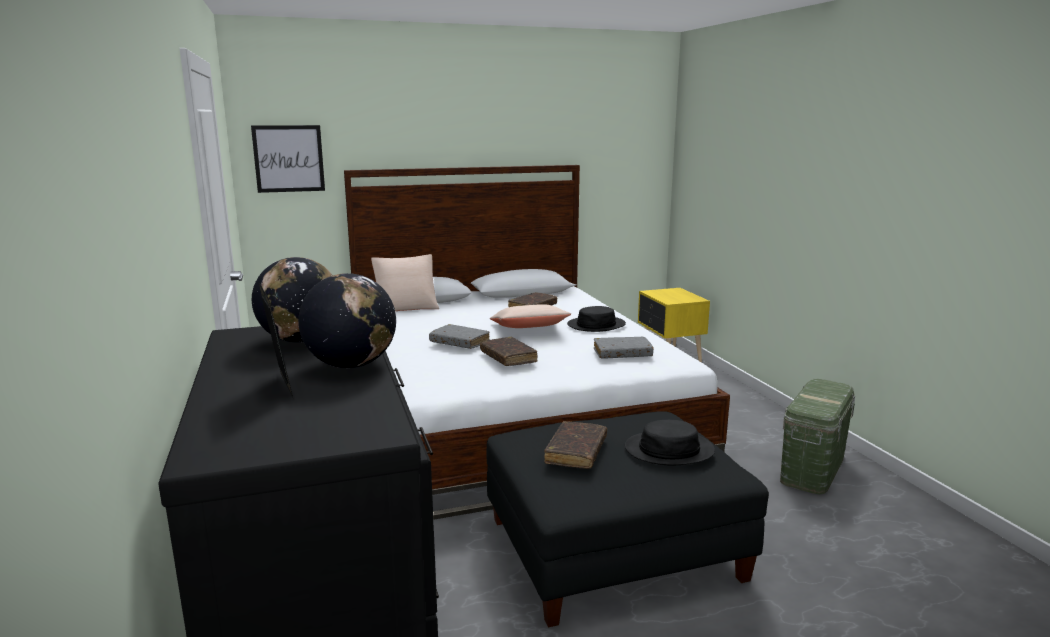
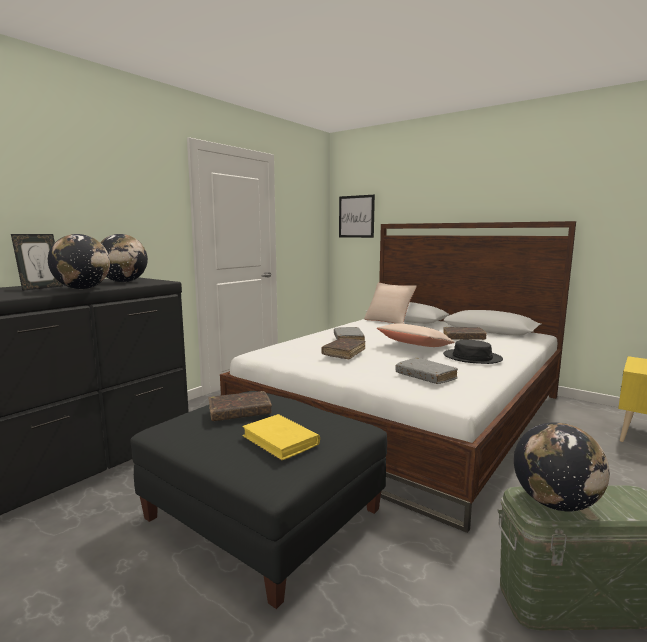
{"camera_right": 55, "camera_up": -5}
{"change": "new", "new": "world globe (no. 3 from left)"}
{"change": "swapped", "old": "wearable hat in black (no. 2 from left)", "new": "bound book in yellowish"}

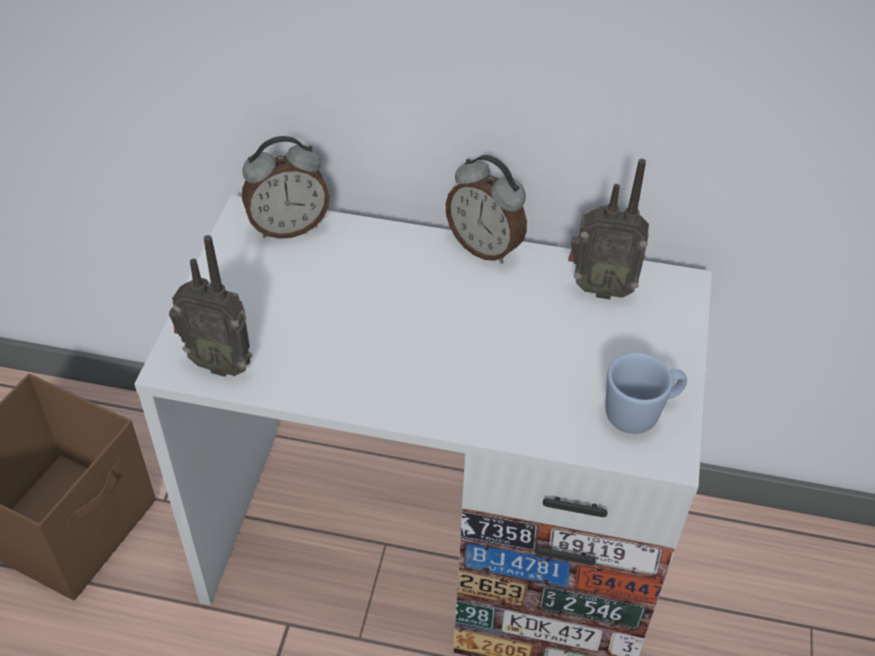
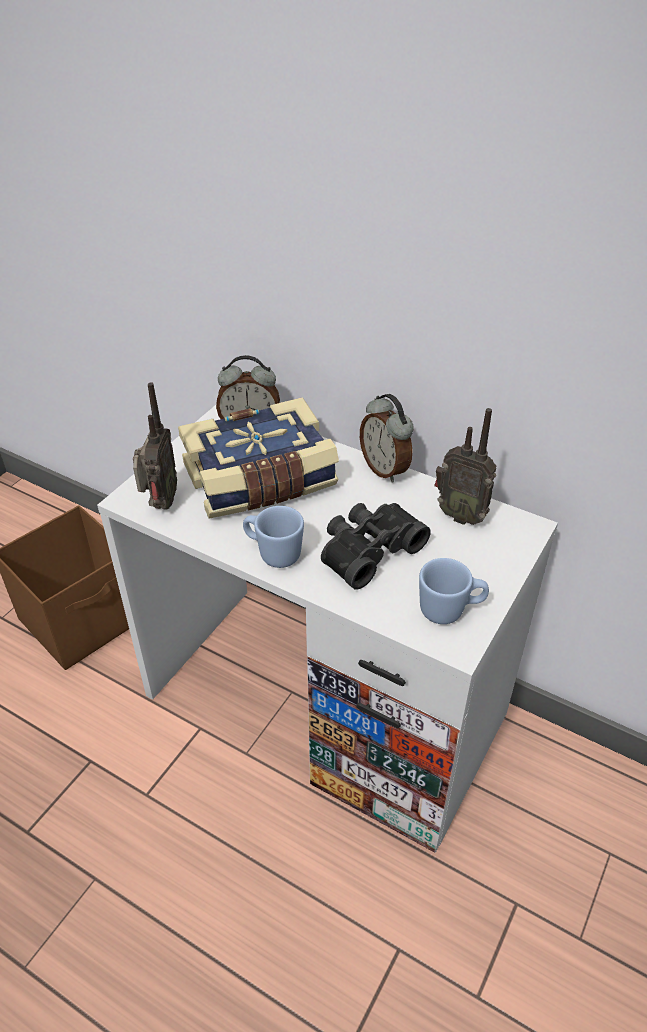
{"camera_right": 20, "camera_up": -5}
{"change": "new", "new": "bound book"}
{"change": "new", "new": "tea mug in blue (no. 1 from left)"}
{"change": "new", "new": "pair of binoculars in black"}
{"change": "rotated", "old": "radio set (no. 1 from left)", "degrees": -120}

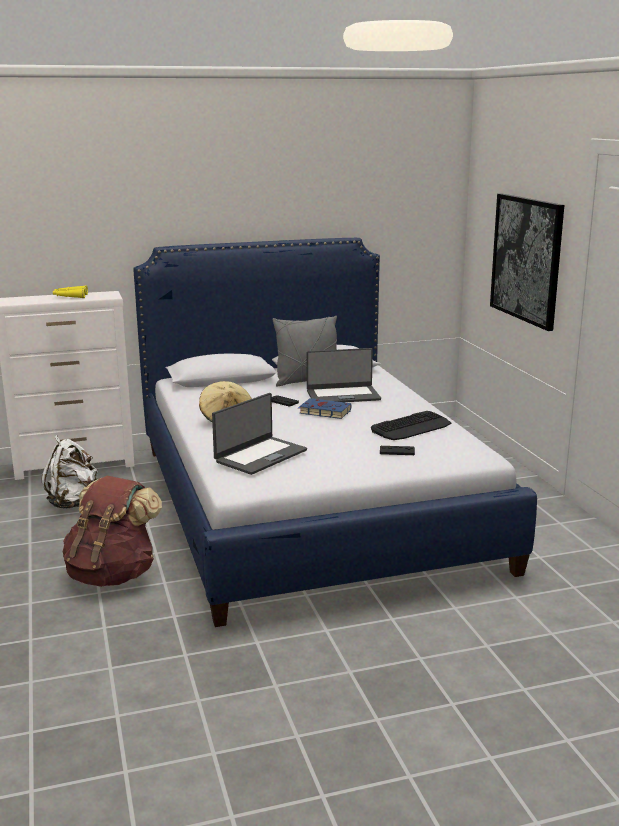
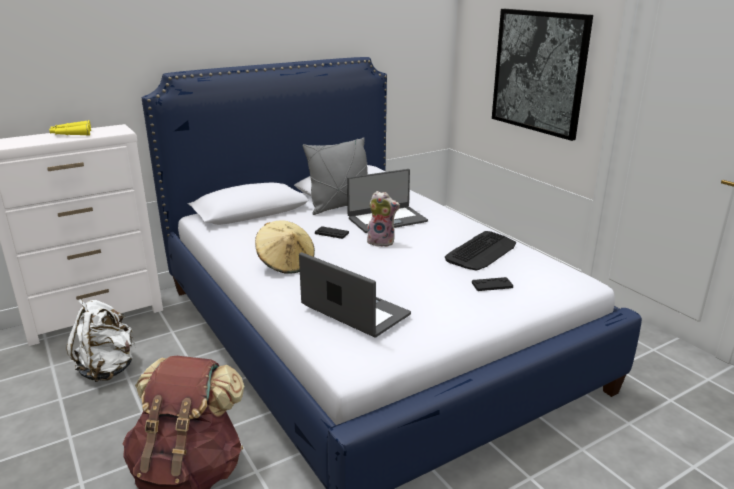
{"camera_right": -15, "camera_up": 5}
{"change": "swapped", "old": "bound book in blue", "new": "soft toy"}
{"change": "rotated", "old": "notebook computer (no. 1 from left)", "degrees": -75}

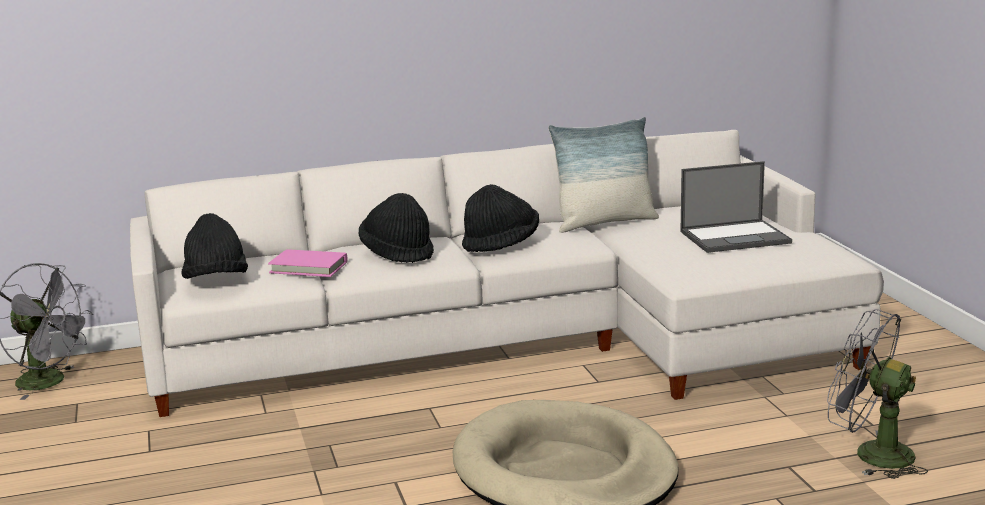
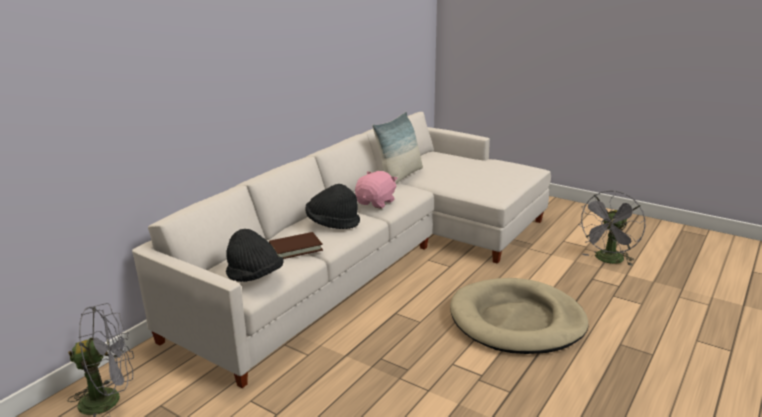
{"camera_right": -40, "camera_up": 5}
{"change": "gone", "old": "notebook computer"}
{"change": "swapped", "old": "wearable hat in black (no. 3 from left)", "new": "soft toy in pink"}
{"change": "repainted", "old": "bound book in pink", "new": "bound book in brown-coloured"}
{"change": "rotated", "old": "electric fan in gray (no. 2 from left)", "degrees": -45}

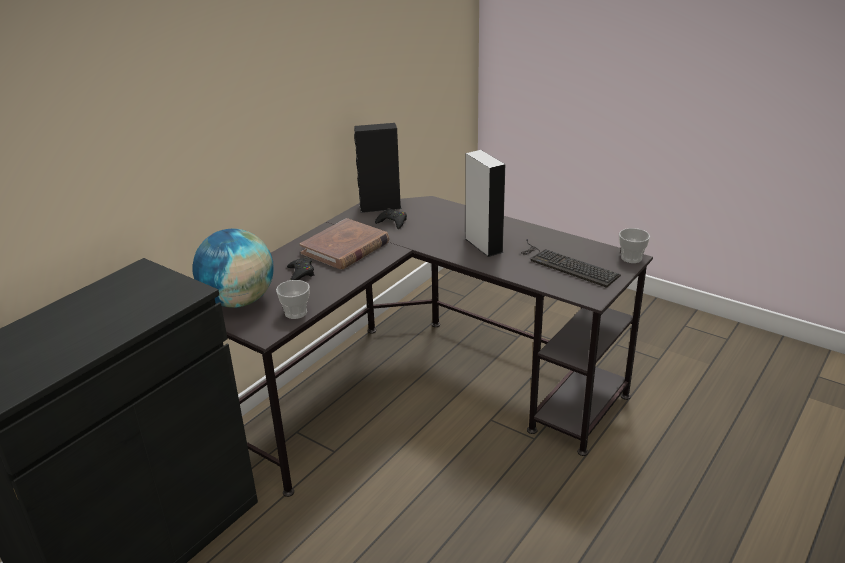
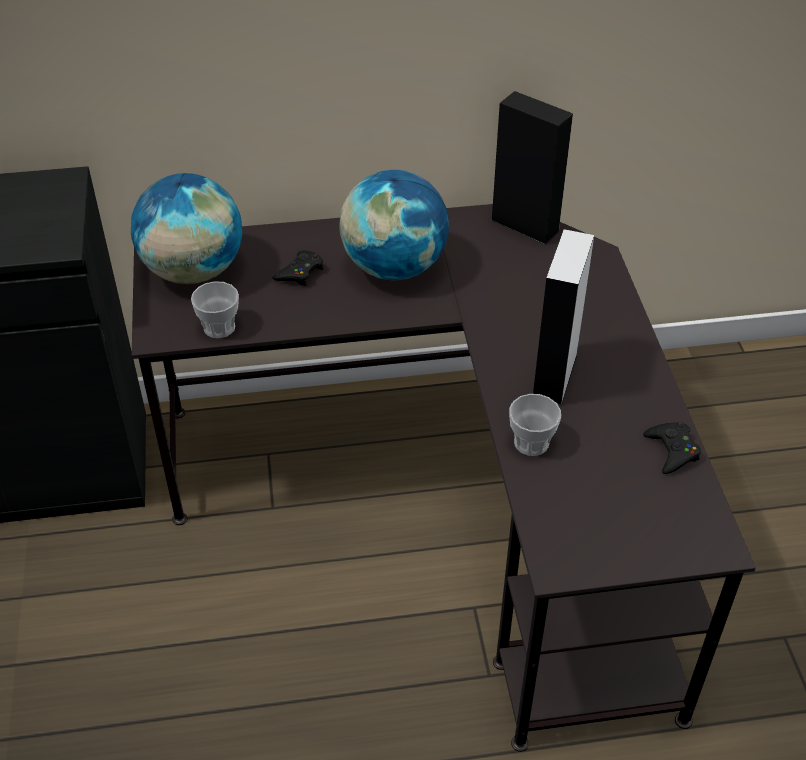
{"camera_right": 45, "camera_up": 15}
{"change": "gone", "old": "keyboard"}
{"change": "shifted", "old": "gamepad in black (no. 2 from left)"}
{"change": "shifted", "old": "small cup (no. 2 from left)"}
{"change": "swapped", "old": "bound book in brown-coloured", "new": "world globe (no. 2 from left)"}

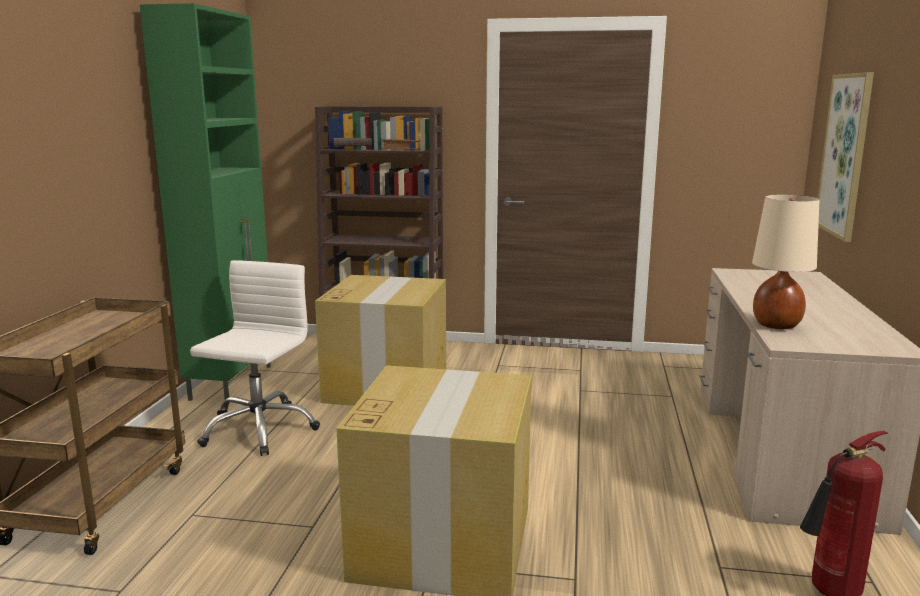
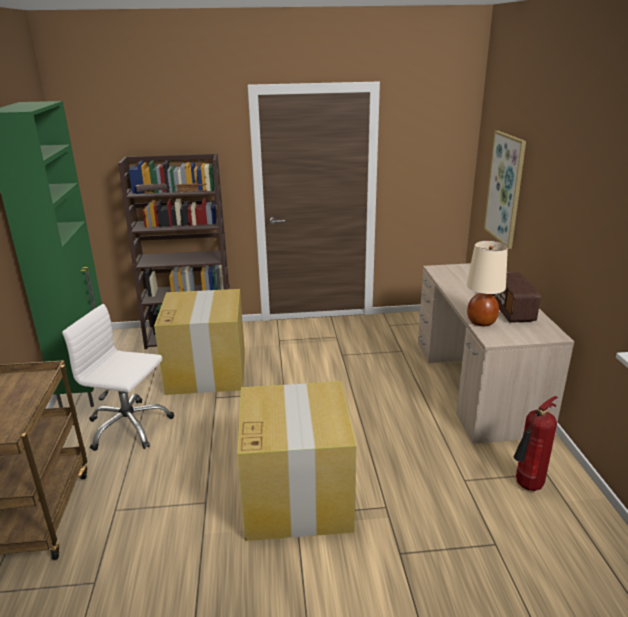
{"camera_right": -15, "camera_up": 10}
{"change": "new", "new": "radio set"}
{"change": "rotated", "old": "desk chair in white", "degrees": -75}

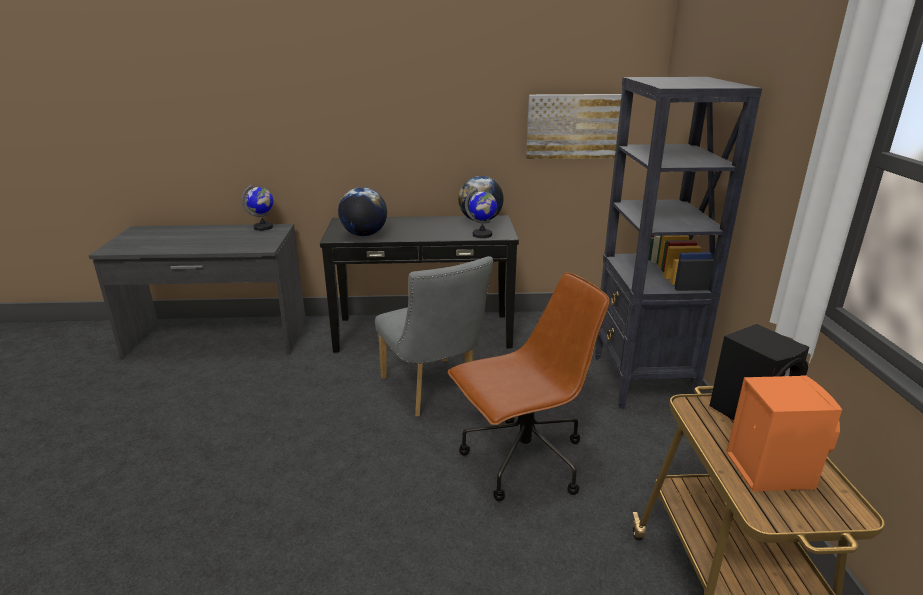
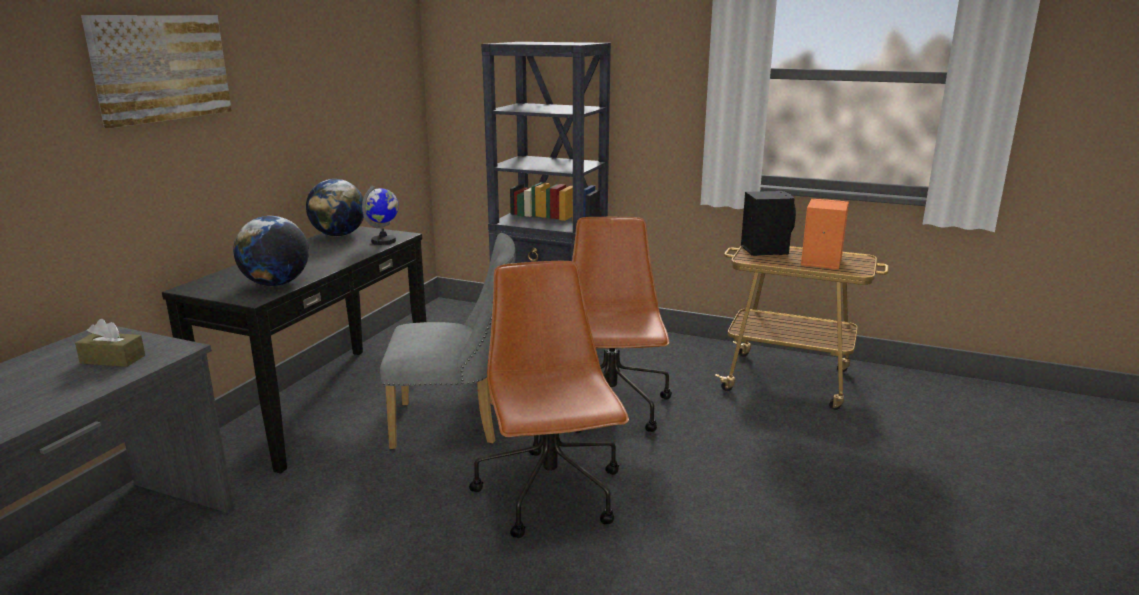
{"camera_right": -65, "camera_up": -5}
{"change": "gone", "old": "world globe (no. 1 from left)"}
{"change": "new", "new": "box of tissues in brown-coloured"}
{"change": "new", "new": "desk chair in brown-coloured (no. 1 from left)"}
{"change": "shifted", "old": "wall picture"}

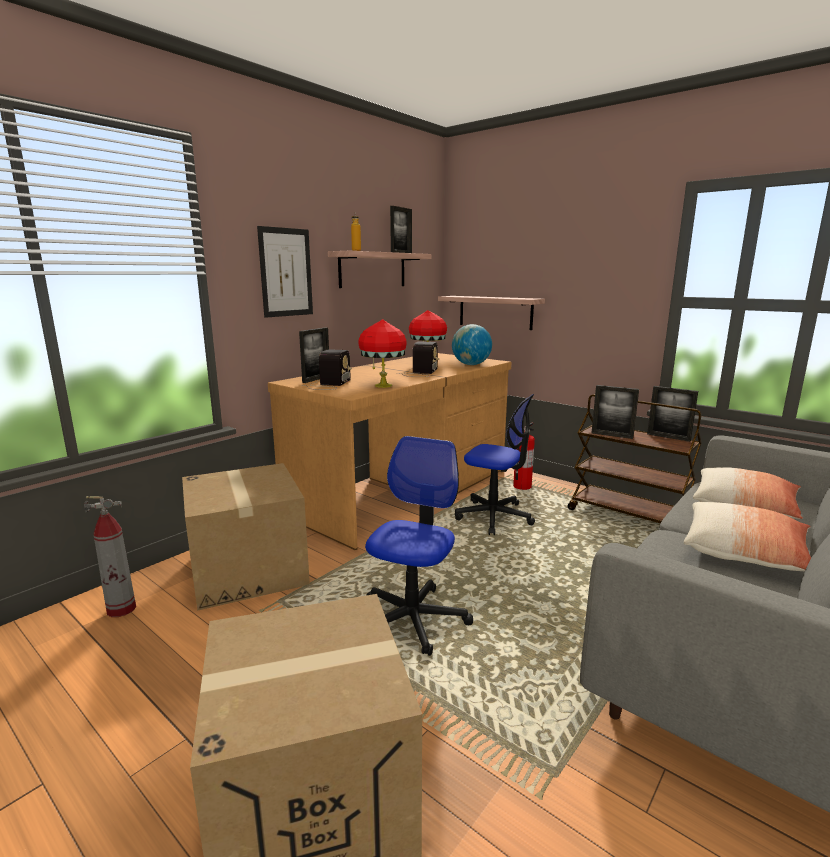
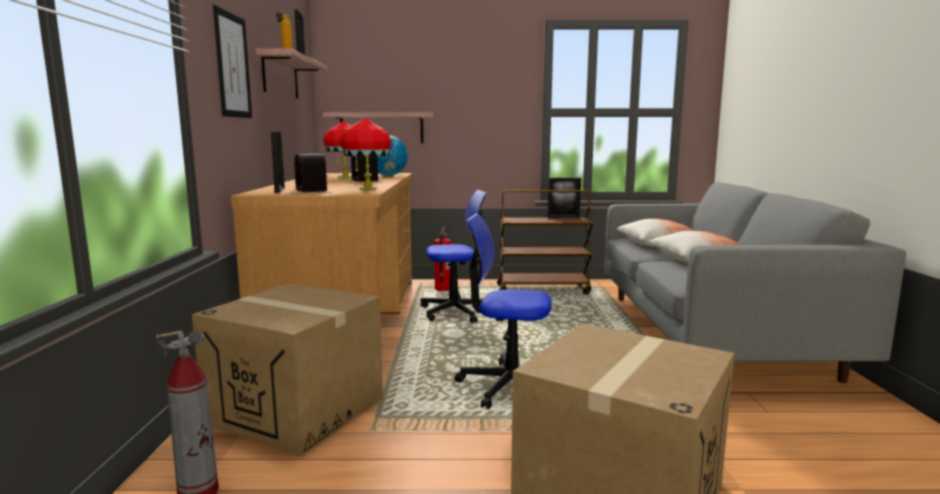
{"camera_right": -40, "camera_up": -5}
{"change": "gone", "old": "photo frame (no. 3 from left)"}
{"change": "rotated", "old": "desk chair (no. 1 from left in the first image)", "degrees": -60}

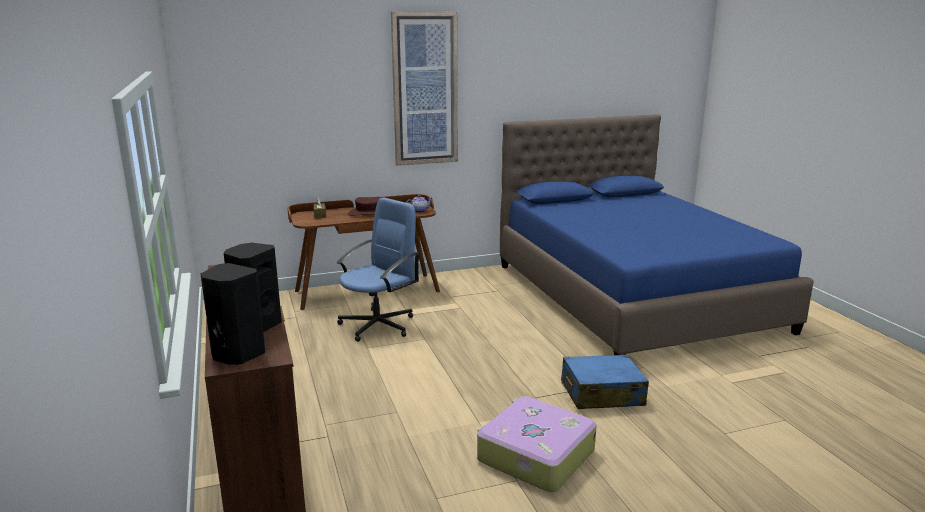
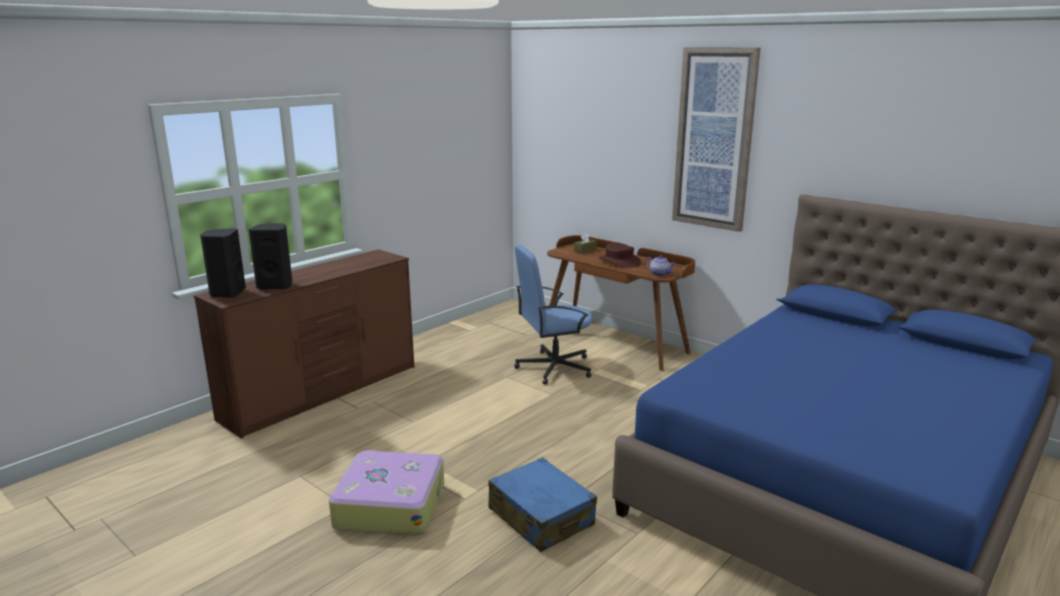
{"camera_right": 60, "camera_up": 0}
{"change": "rotated", "old": "desk chair in blue", "degrees": 150}

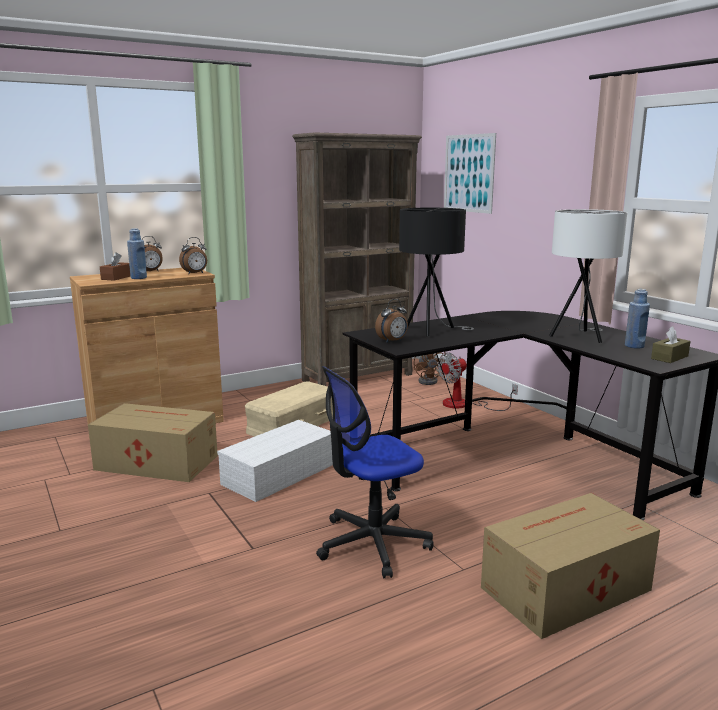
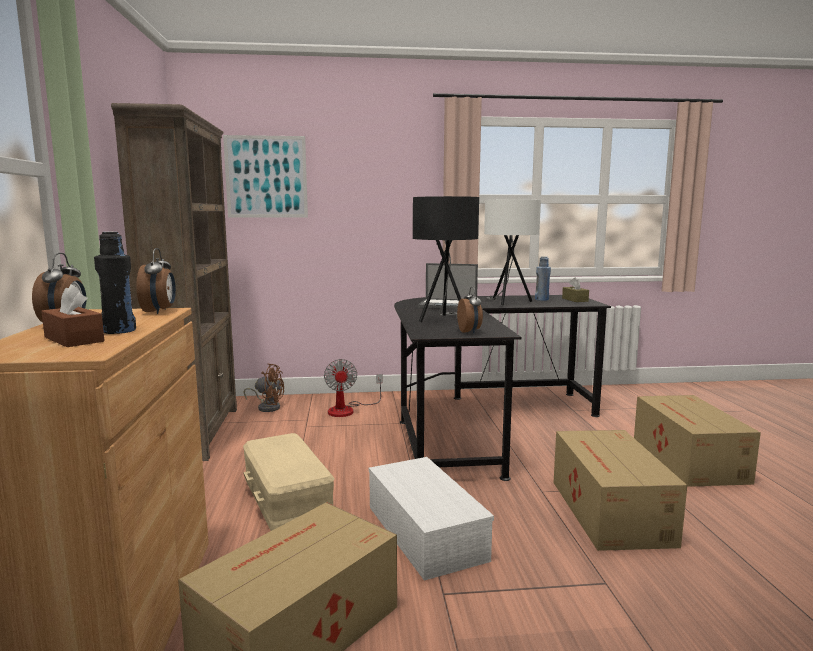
{"camera_right": -65, "camera_up": -5}
{"change": "new", "new": "notebook computer"}
{"change": "swapped", "old": "desk chair", "new": "packing box (no. 2 from left)"}
{"change": "repainted", "old": "drink bottle in blue (no. 1 from left)", "new": "drink bottle in black"}

